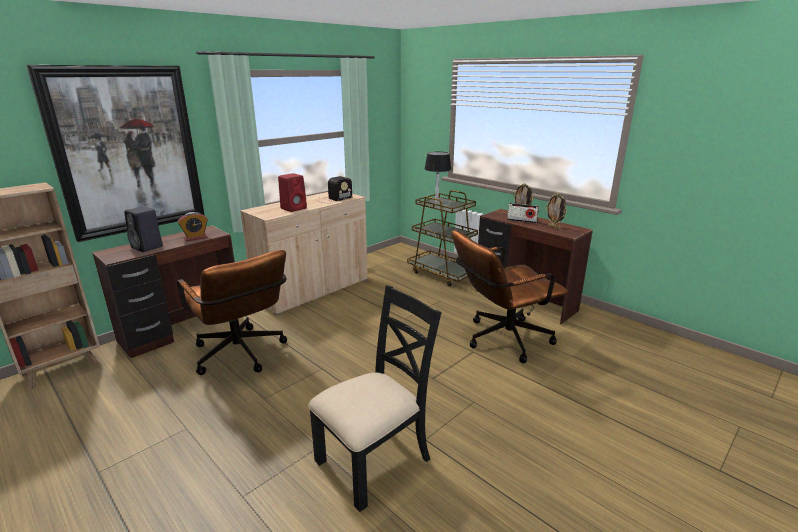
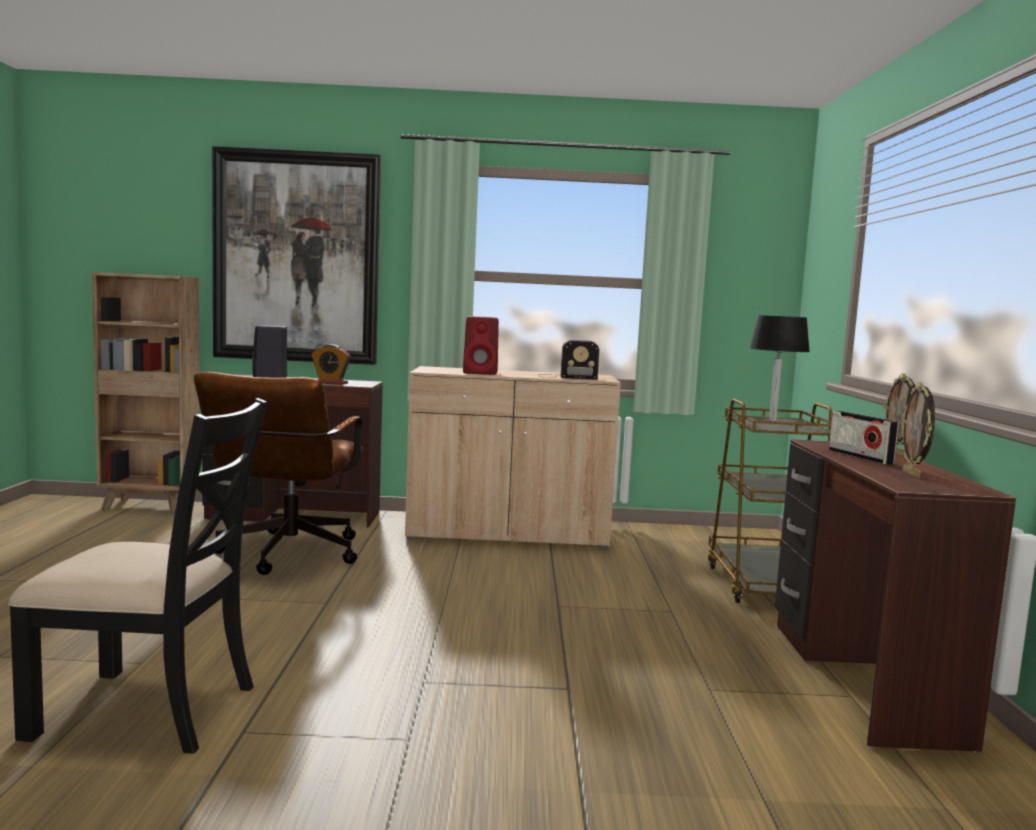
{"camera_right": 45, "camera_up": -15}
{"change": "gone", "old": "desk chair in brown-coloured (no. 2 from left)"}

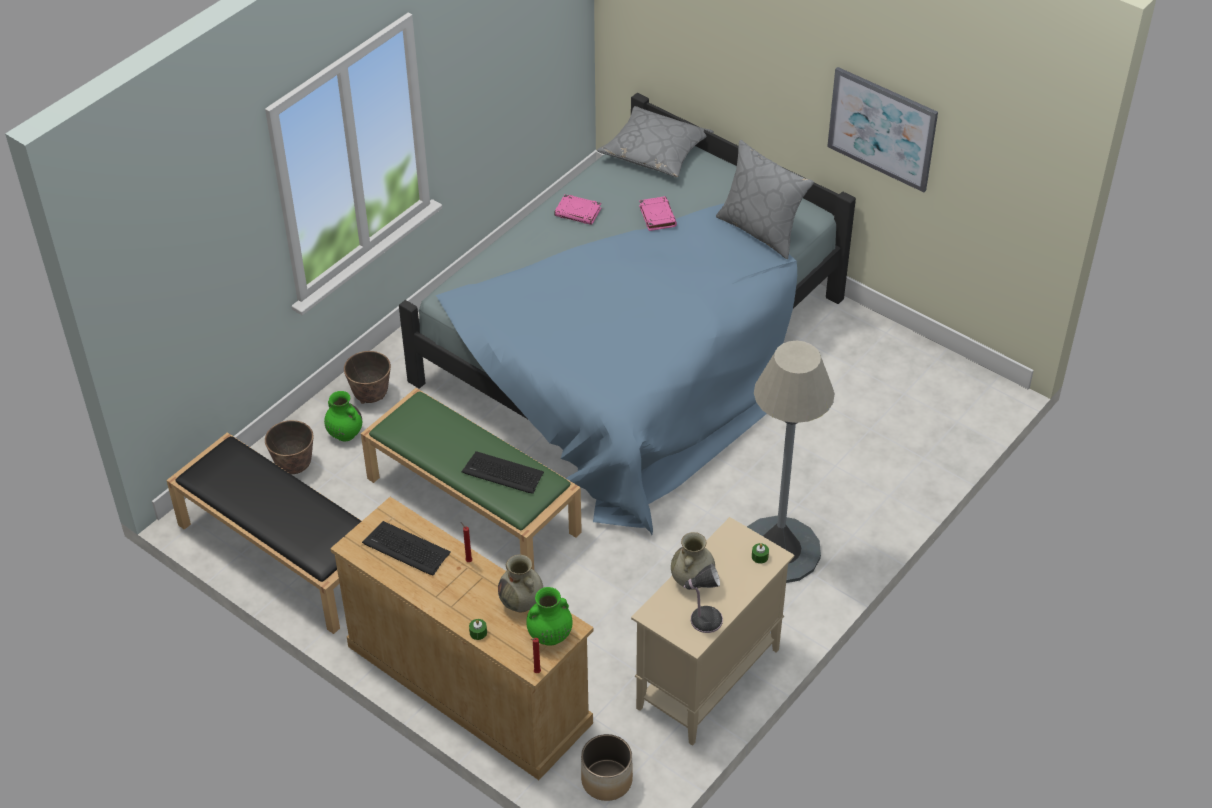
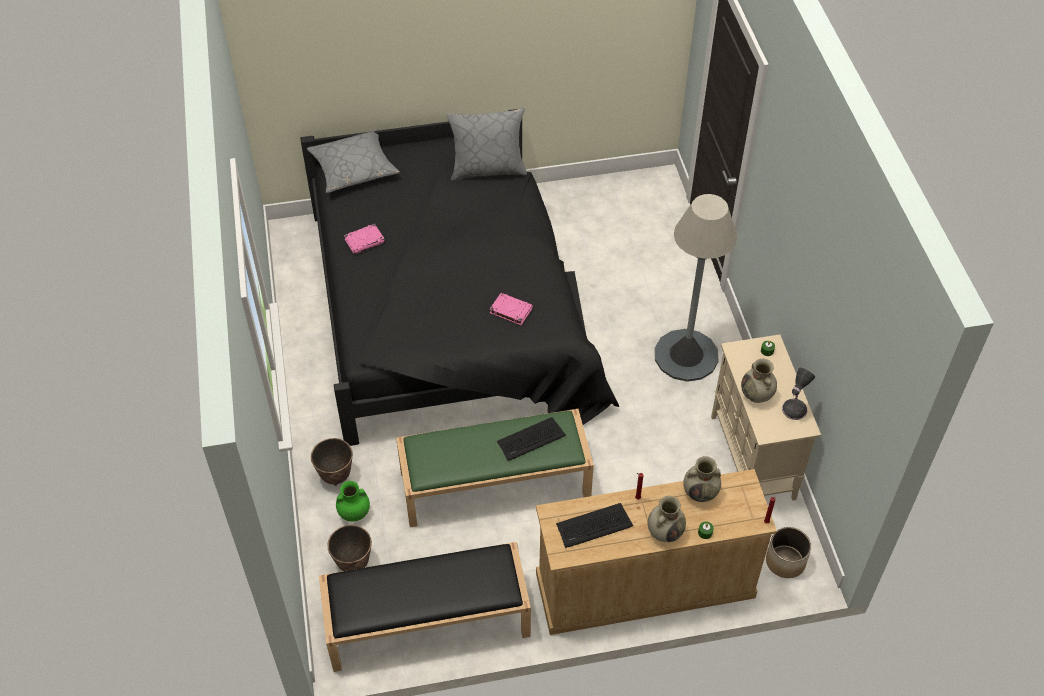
{"camera_right": -50, "camera_up": 5}
{"change": "gone", "old": "flower vase in greenish (no. 2 from left)"}
{"change": "gone", "old": "wall picture"}
{"change": "new", "new": "flower vase in beige (no. 1 from left)"}
{"change": "shifted", "old": "bound book in pink (no. 2 from left)"}
{"change": "repainted", "old": "sleeping bed in blue", "new": "sleeping bed in black"}

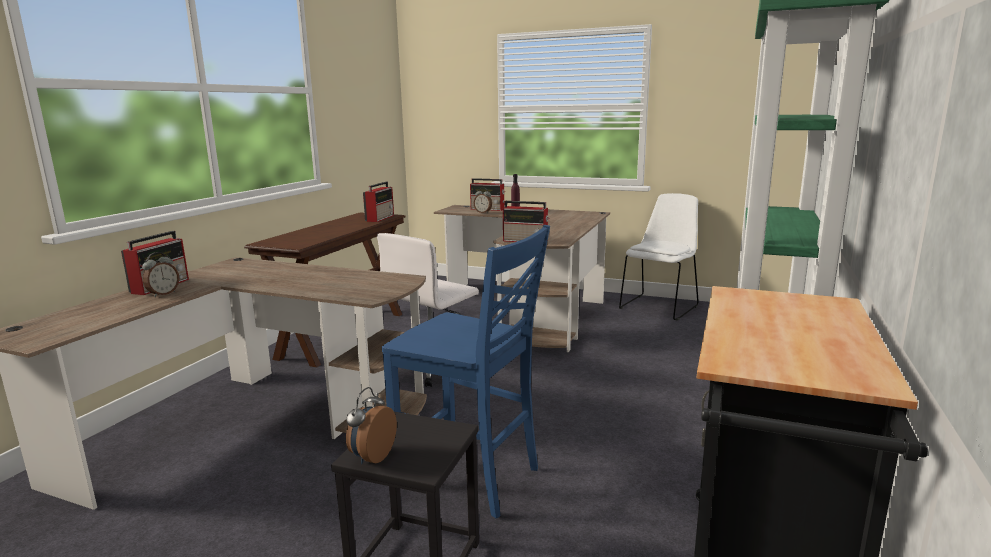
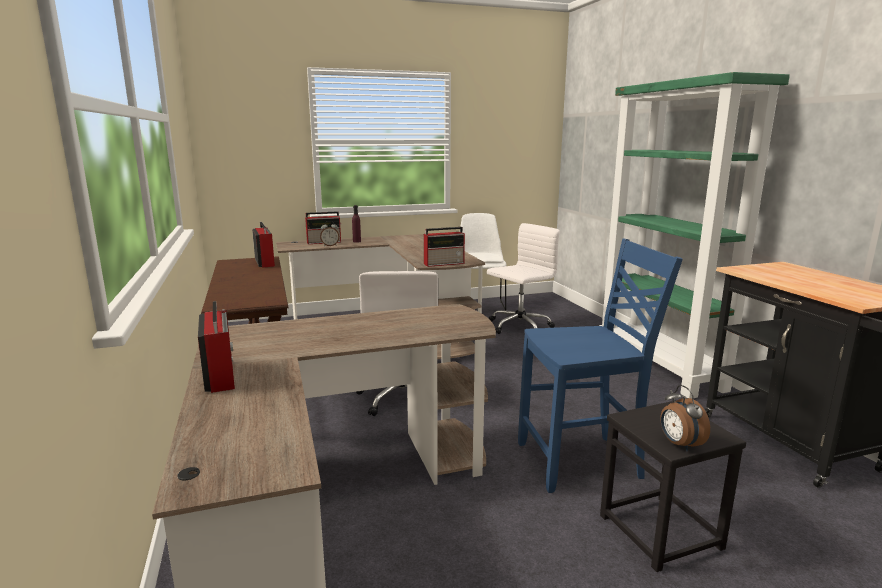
{"camera_right": -40, "camera_up": 0}
{"change": "gone", "old": "alarm clock (no. 1 from left)"}
{"change": "new", "new": "desk chair in white (no. 2 from left)"}

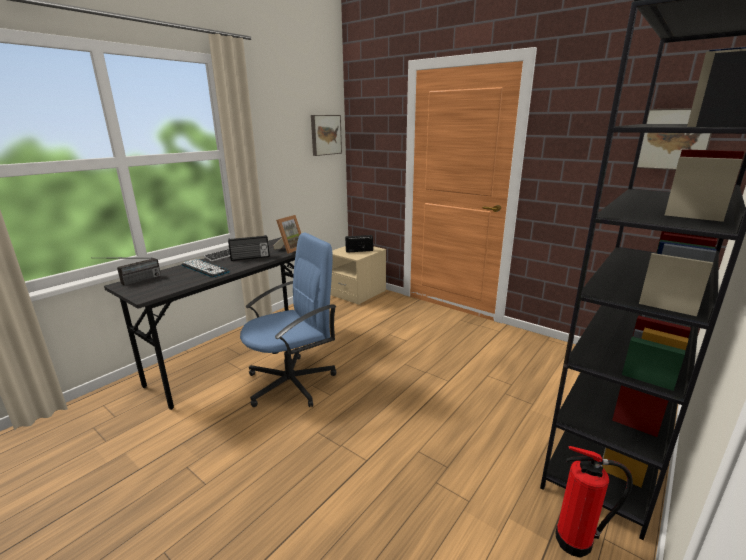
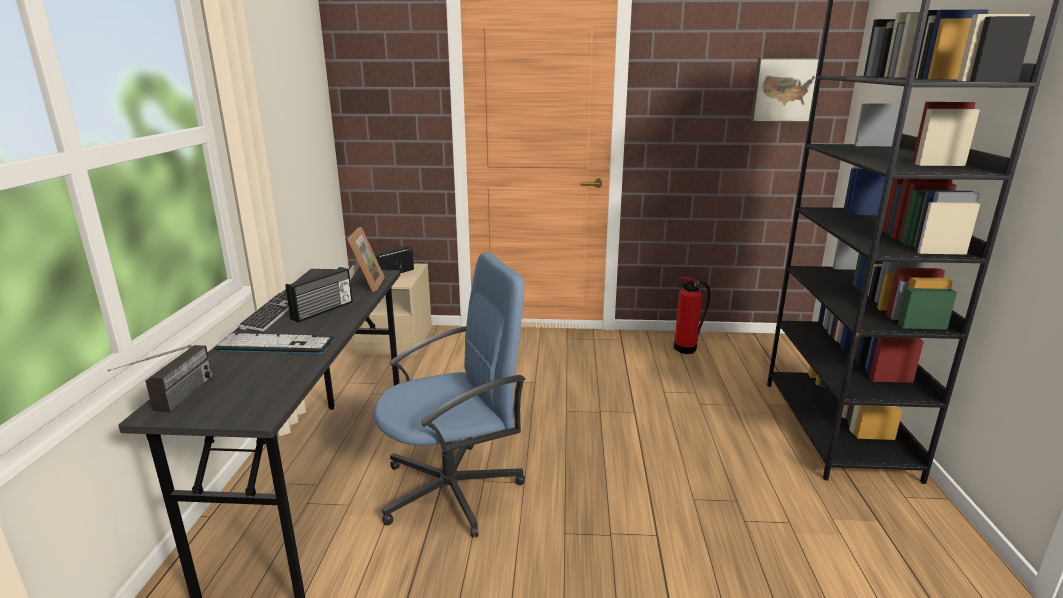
{"camera_right": -35, "camera_up": 0}
{"change": "gone", "old": "wall picture (no. 1 from left)"}
{"change": "shifted", "old": "extinguisher"}
{"change": "rotated", "old": "desk chair in blue", "degrees": 45}

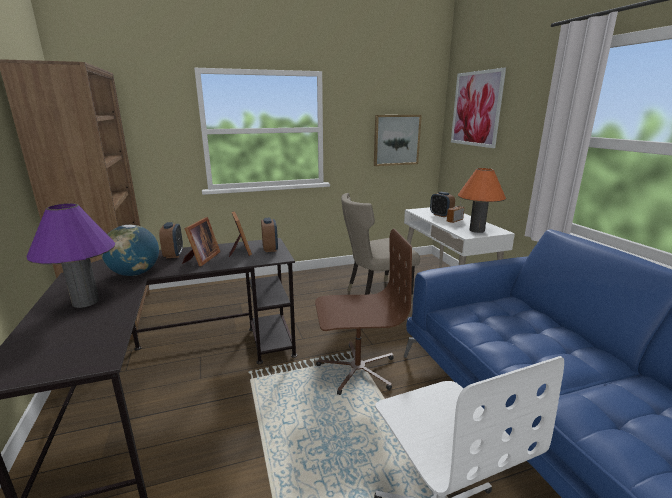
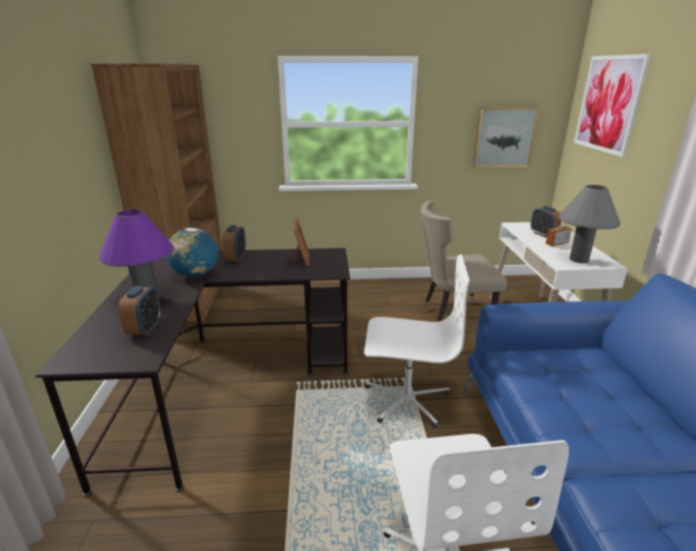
{"camera_right": 15, "camera_up": 5}
{"change": "gone", "old": "photo frame (no. 1 from left)"}
{"change": "shifted", "old": "alarm clock (no. 2 from left in the first image)", "new": "alarm clock (no. 1 from left)"}
{"change": "repainted", "old": "desk chair in brown-coloured", "new": "desk chair in white (no. 1 from left)"}
{"change": "repainted", "old": "table lamp in orange", "new": "table lamp in gray"}

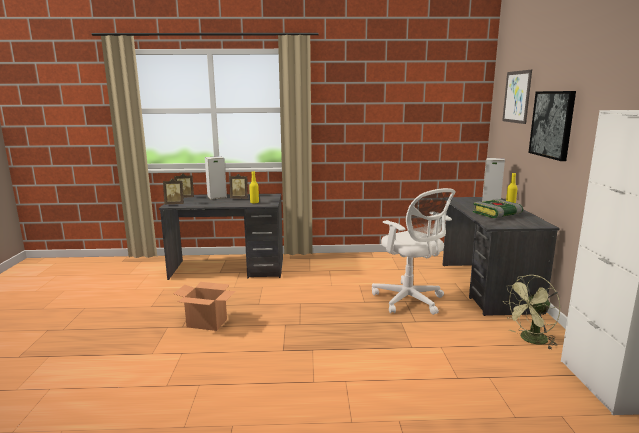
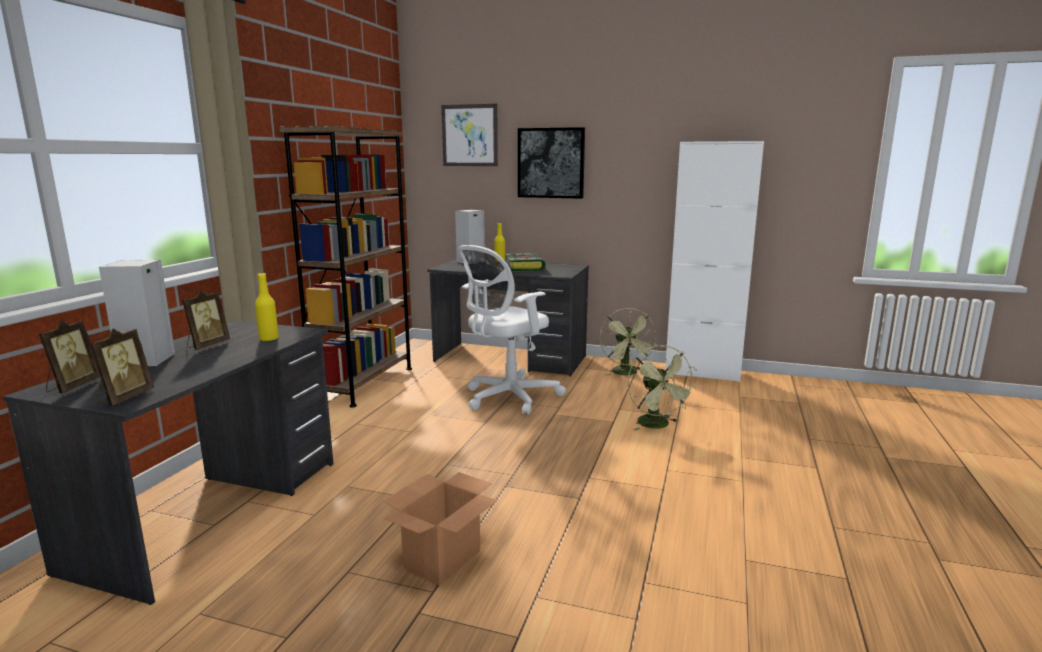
{"camera_right": -70, "camera_up": 0}
{"change": "new", "new": "shelving unit in brown-coloured"}
{"change": "new", "new": "electric fan in greenish (no. 2 from left)"}
{"change": "rotated", "old": "desk chair in white", "degrees": 150}

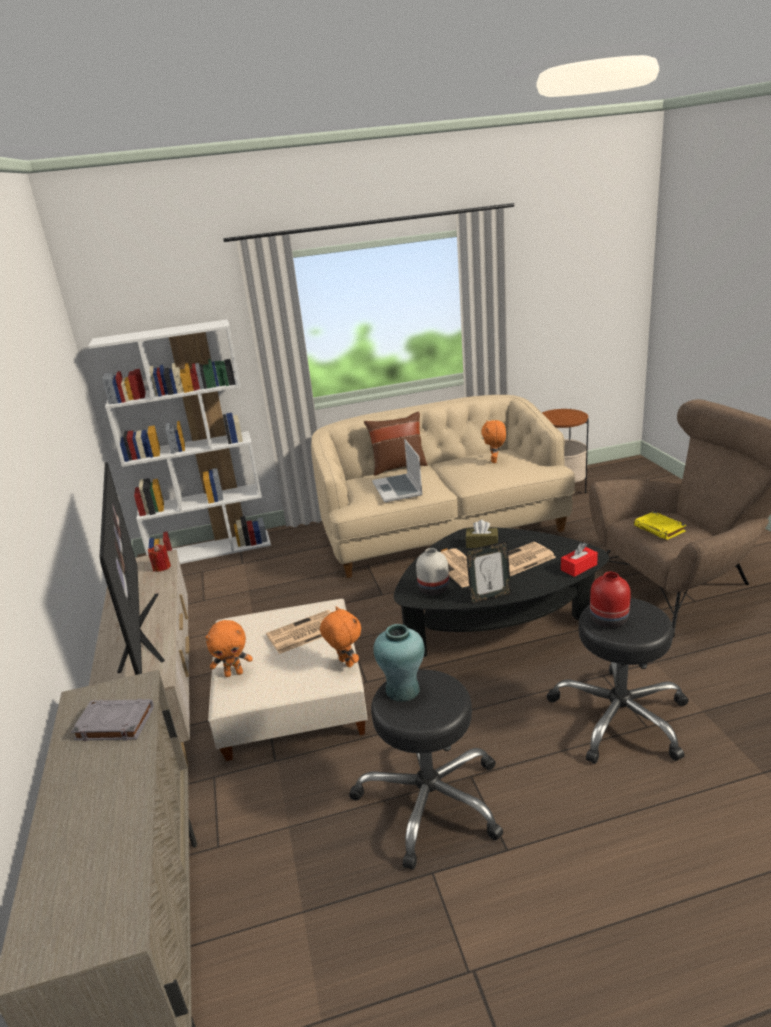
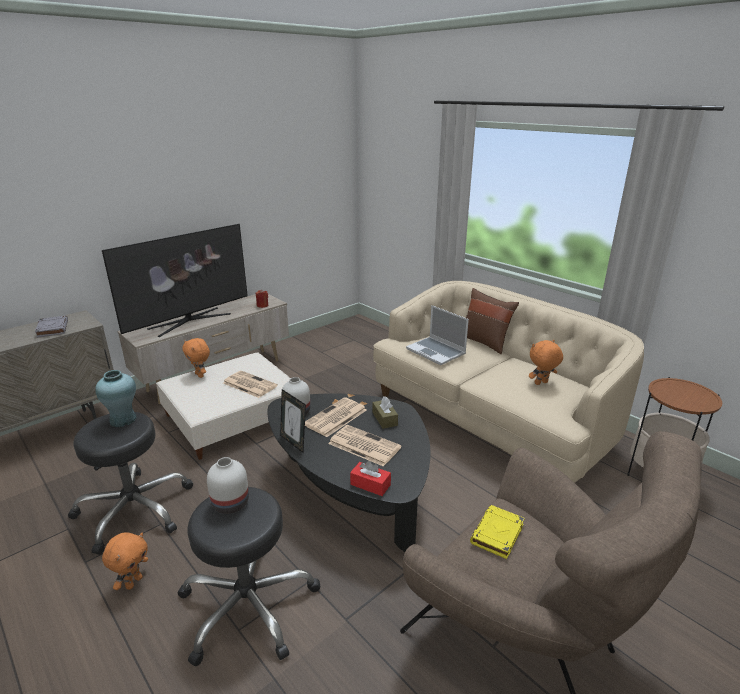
{"camera_right": 60, "camera_up": 0}
{"change": "gone", "old": "shelving unit in white"}
{"change": "shifted", "old": "soft toy in orange (no. 2 from left in the first image)", "new": "soft toy in orange (no. 1 from left)"}
{"change": "repainted", "old": "flower vase in red", "new": "flower vase in white (no. 1 from left)"}
{"change": "rotated", "old": "notebook computer", "degrees": -90}

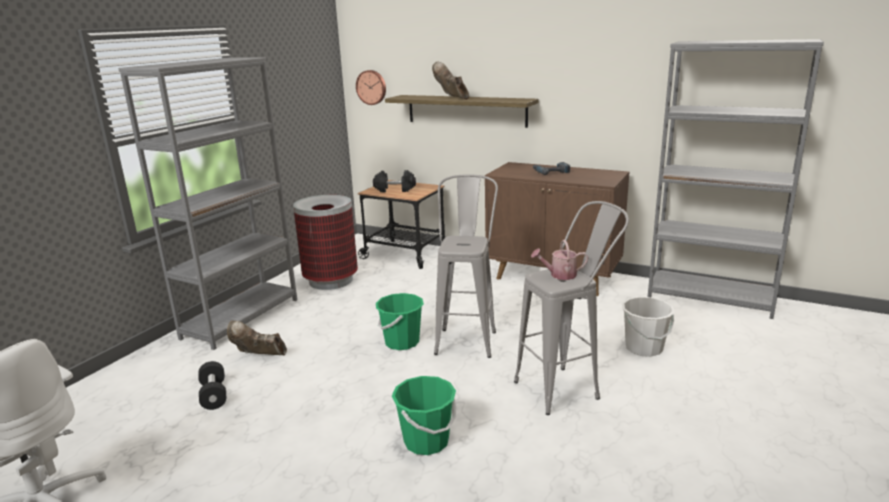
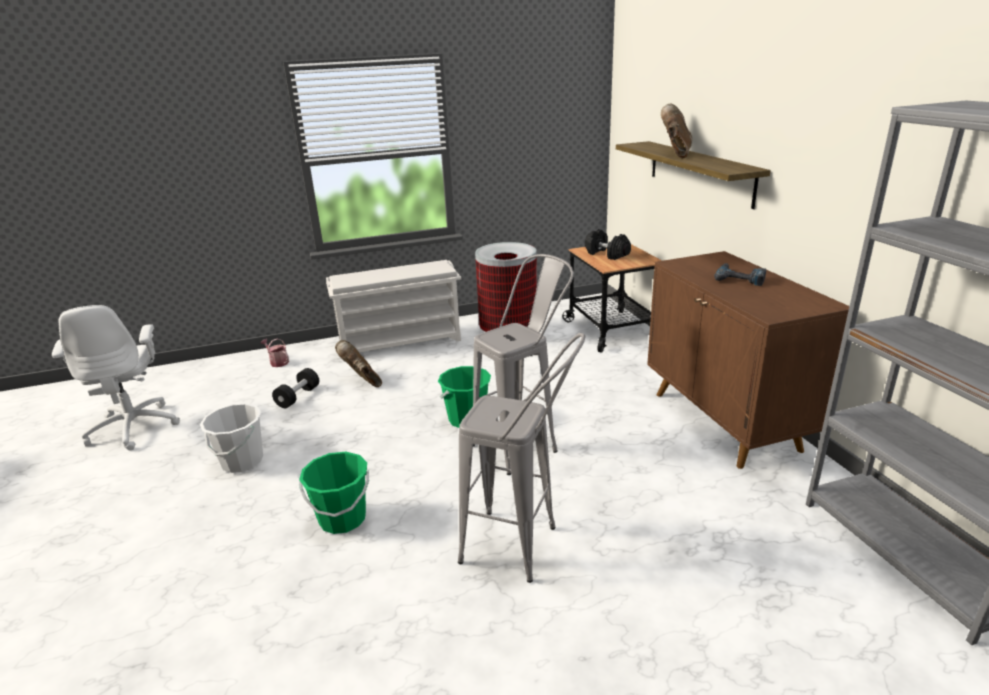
{"camera_right": 45, "camera_up": 5}
{"change": "gone", "old": "clock on the wall"}
{"change": "shifted", "old": "watering pot"}
{"change": "shifted", "old": "pail in white"}
{"change": "swapped", "old": "shelving unit in gray (no. 1 from left)", "new": "shoe shelf in white"}

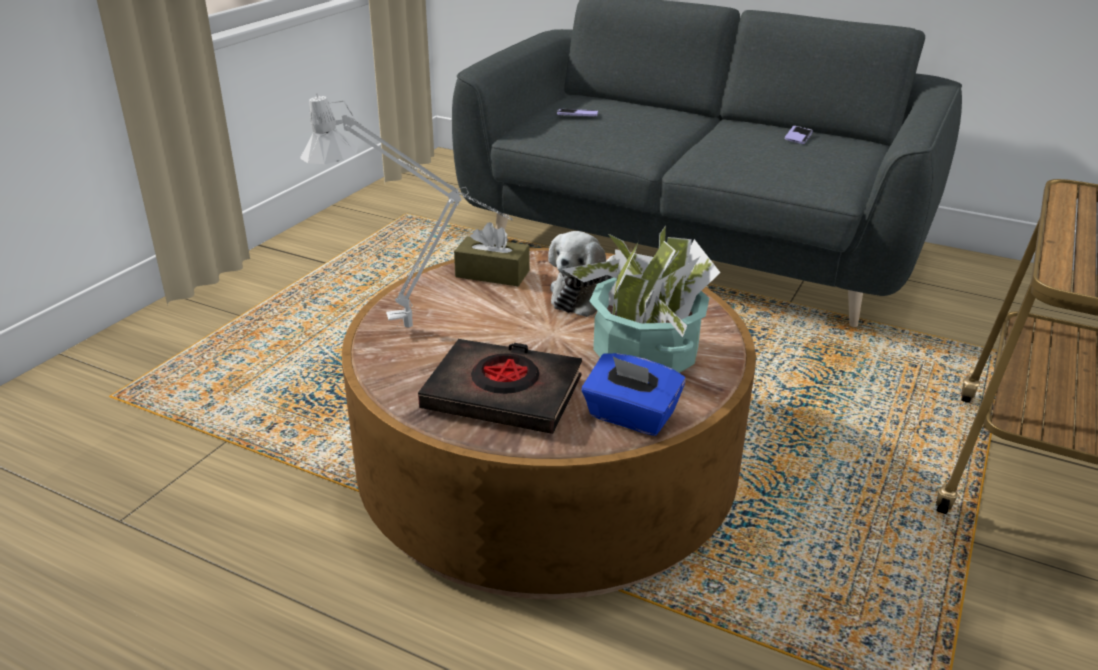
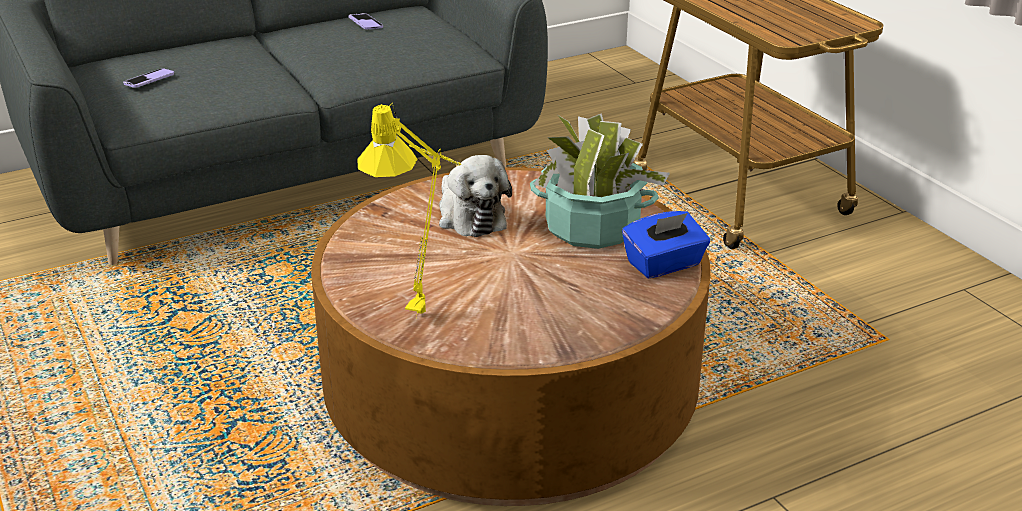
{"camera_right": -55, "camera_up": 0}
{"change": "gone", "old": "bound book in black"}
{"change": "gone", "old": "box of tissues in brown-coloured"}
{"change": "repainted", "old": "table lamp in gray", "new": "table lamp in yellowish"}

